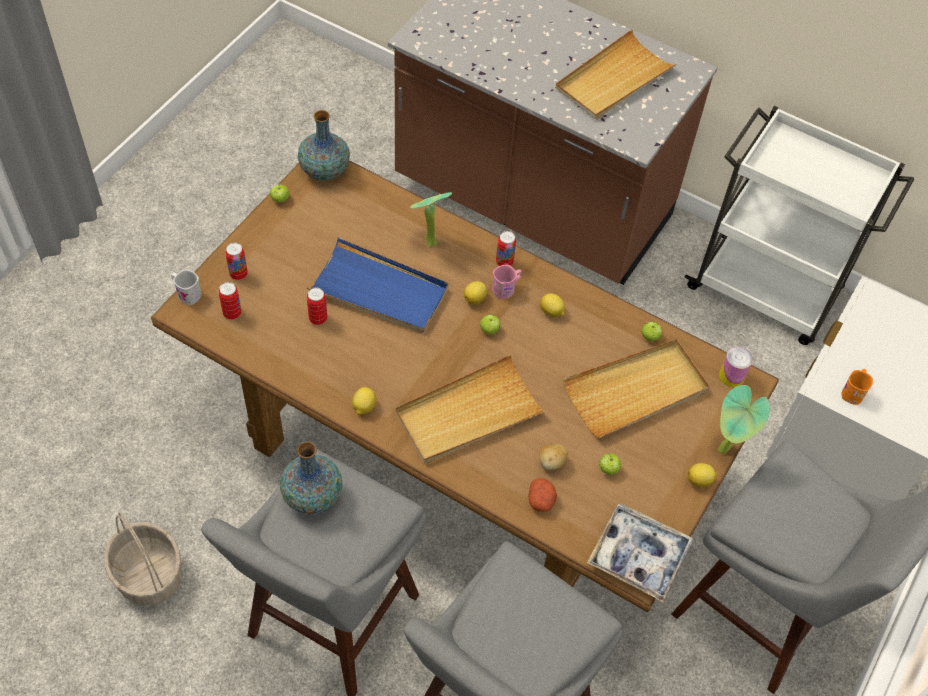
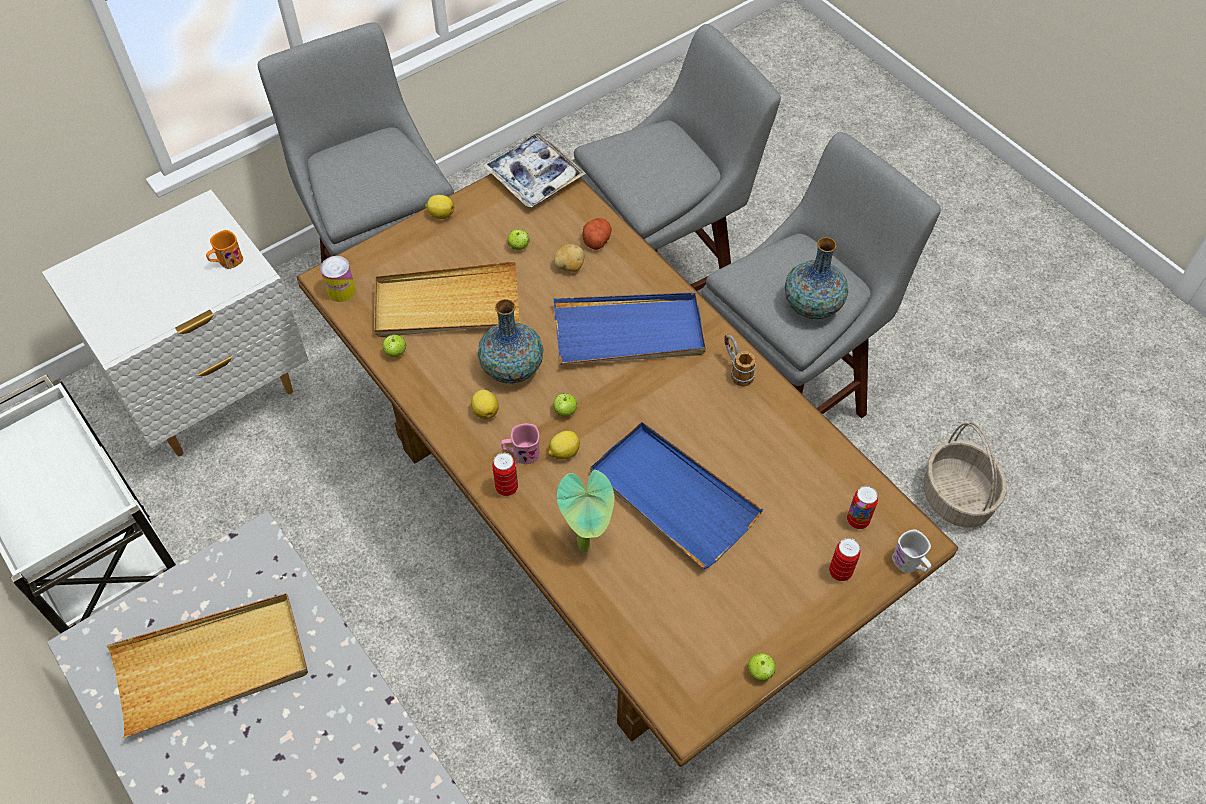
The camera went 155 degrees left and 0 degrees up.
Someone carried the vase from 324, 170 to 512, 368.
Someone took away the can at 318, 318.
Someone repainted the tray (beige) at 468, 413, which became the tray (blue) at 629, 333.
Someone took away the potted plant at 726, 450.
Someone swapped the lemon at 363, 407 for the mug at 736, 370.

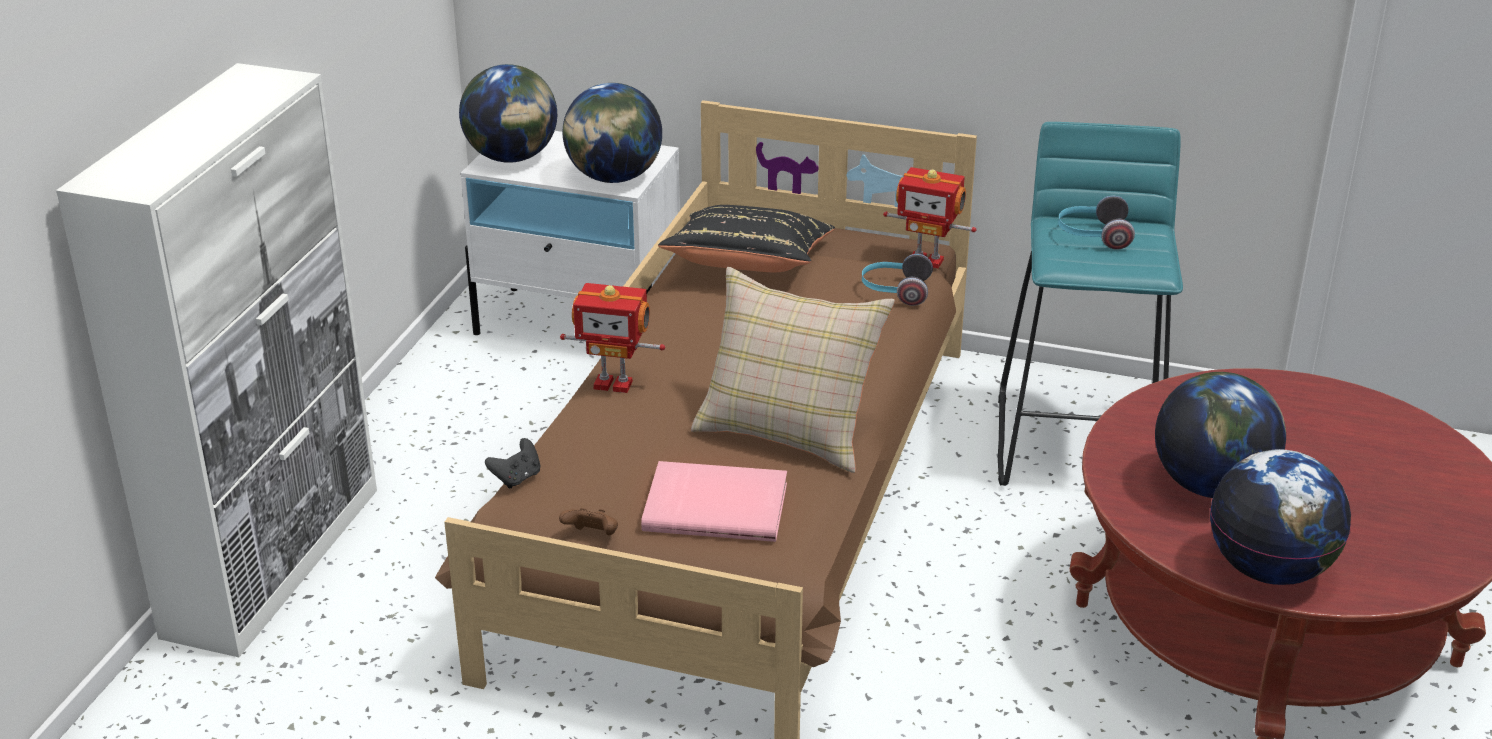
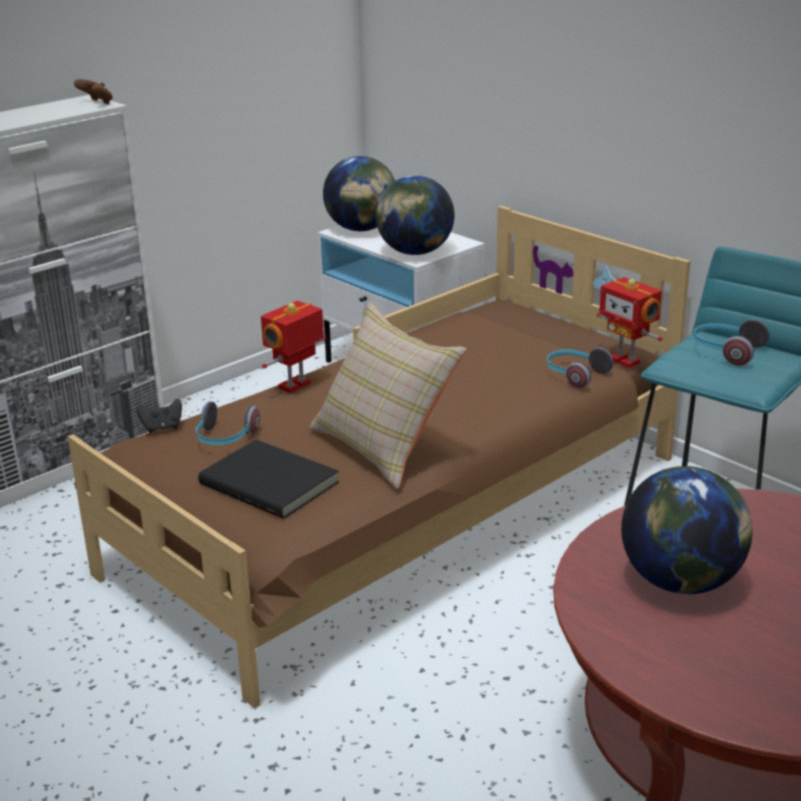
The camera went 30 degrees right and 5 degrees down.
Someone took away the pillow (black) at 748, 266.
Someone rotated the toy robot at 613, 383 by 90 degrees clockwise.
Someone took away the globe at 1270, 570.
Someone repainted the book (pink) at 716, 505, which became the book (black) at 270, 482.
Someone carried the game controller (brown) from 592, 536 to 96, 103.
Someone put down the headphones at 225, 439.

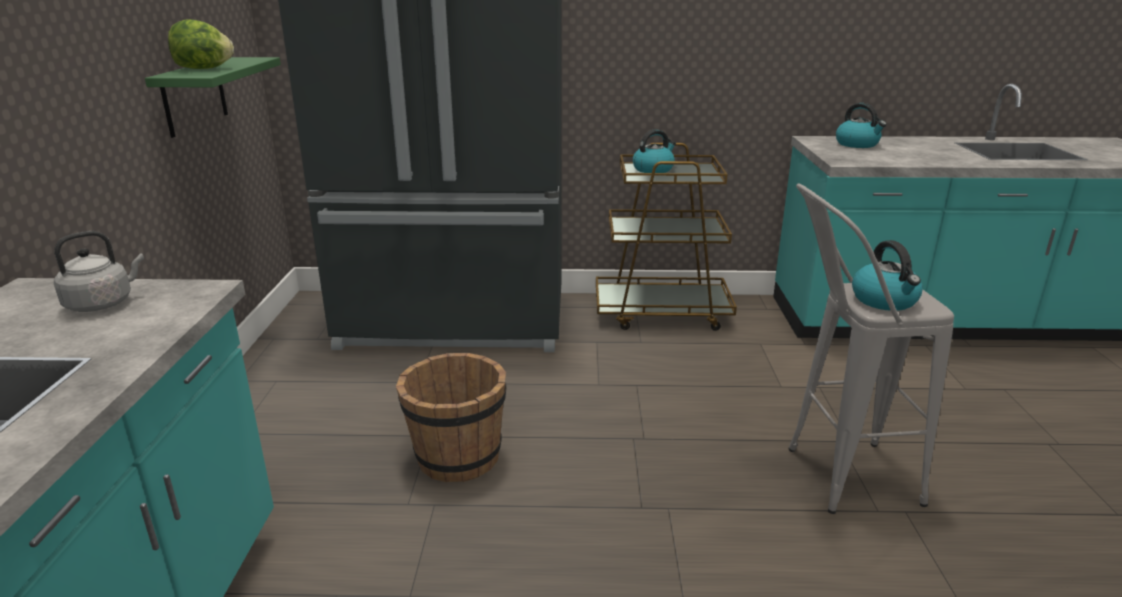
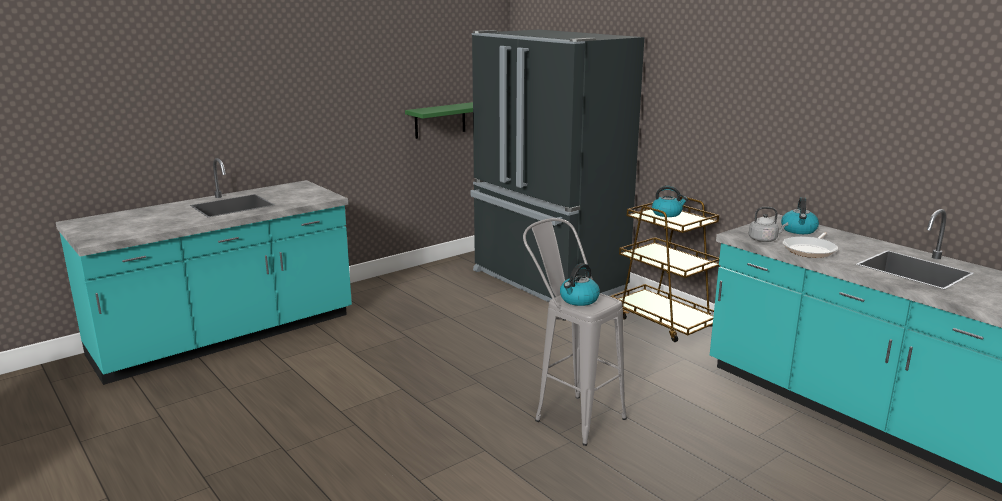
The camera went 50 degrees right and 5 degrees down.
Someone took away the lettuce at 204, 68.
Someone carried the kettle (grey) from 103, 303 to 764, 240.
Someone took away the bucket (brown) at 457, 457.
Someone put down the frying pan at 810, 250.

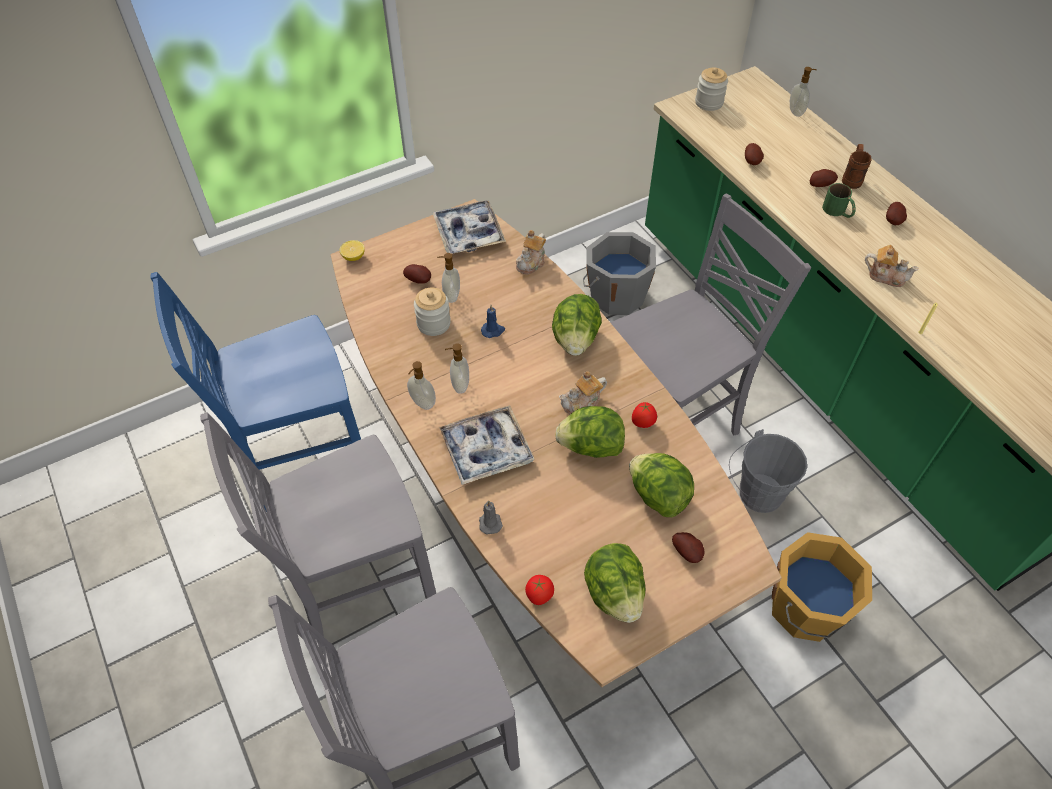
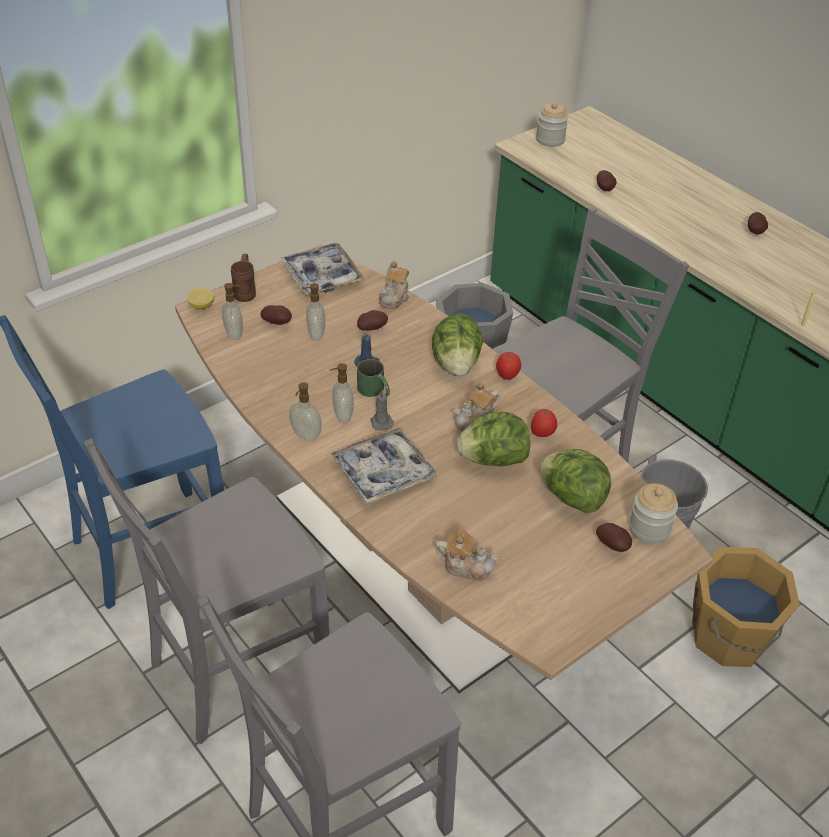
The camera went 10 degrees left and 10 degrees down.
Someone carried the soap dispenser from 796, 111 to 235, 334.
Someone carried the mug (brown) from 851, 178 to 245, 291.
Someone carried the potato from 820, 185 to 372, 328.
Someone carried the mug (green) from 838, 211 to 375, 391.
Someone carried the teapot from 885, 276 to 466, 566.
Someone carried the jar from 433, 323 to 649, 528.
Someone carried the candle (grey) from 490, 522 to 381, 422.
Someone took away the lettuce at 614, 594.
Someone carried the tomato from 539, 596 to 507, 376.

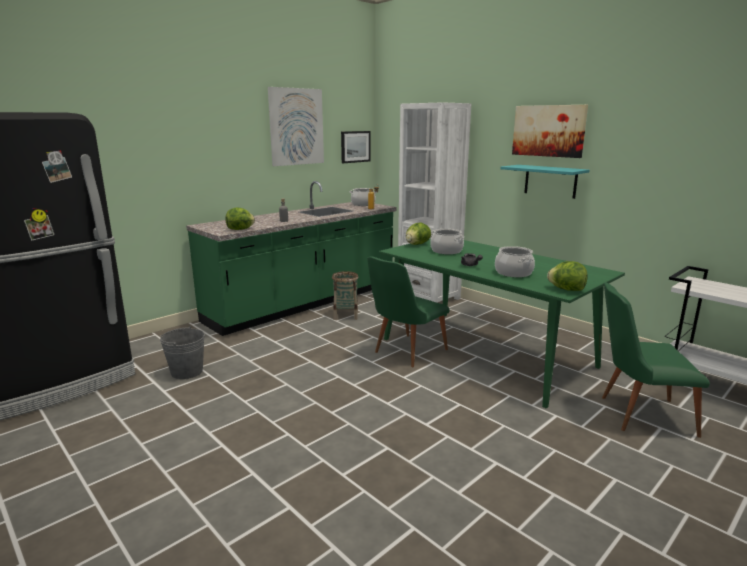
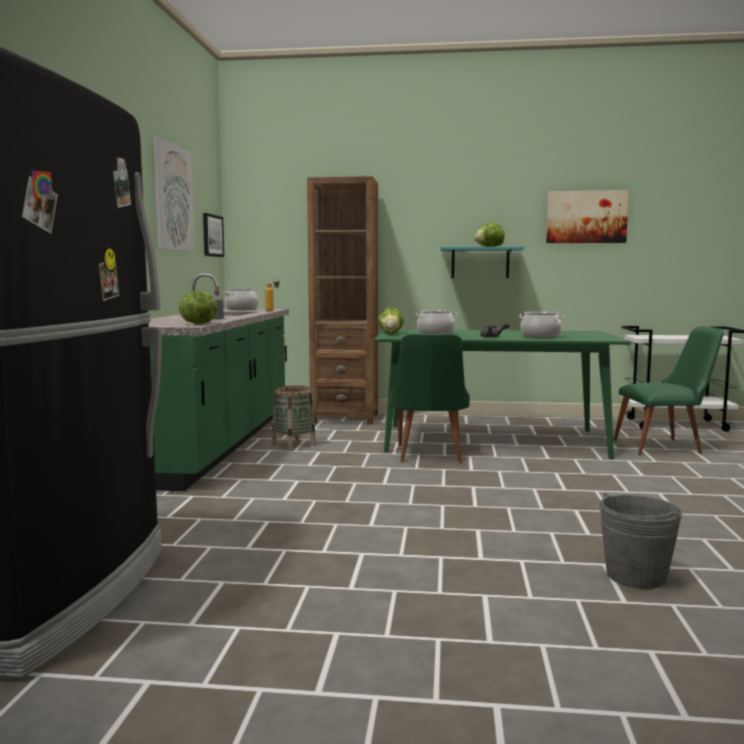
The camera went 40 degrees left and 10 degrees down.
Someone repainted the bookcase (white) at 428, 297, which became the bookcase (brown) at 345, 418.
Someone carried the picture from 548, 131 to 586, 217.
Someone carried the lettuce from 566, 289 to 489, 247.
Someone rotated the chair (green) at 637, 414 by 150 degrees counterclockwise.
Someone carried the bucket (grey) from 187, 371 to 636, 576.

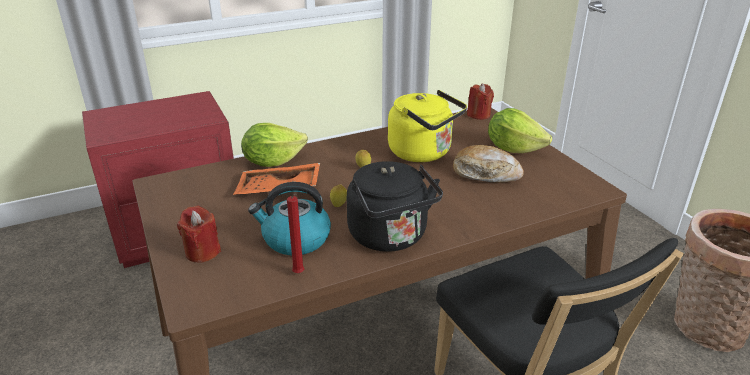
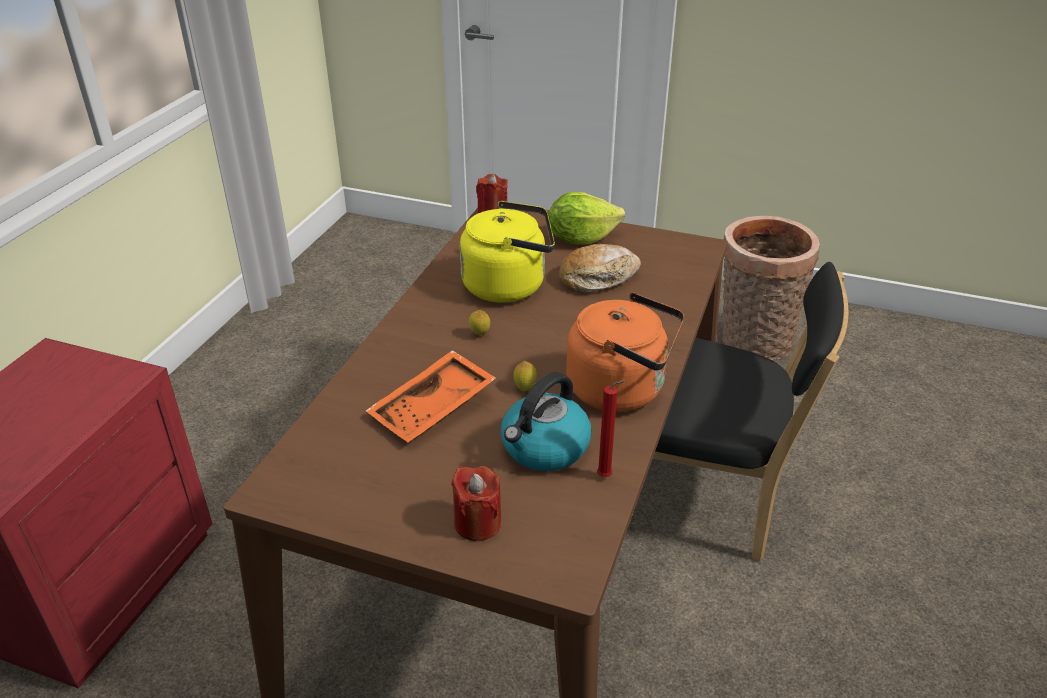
The camera went 45 degrees left and 5 degrees up.
Someone took away the lettuce at 272, 161.
Someone repainted the kettle (black) at 391, 237, which became the kettle (orange) at 622, 389.

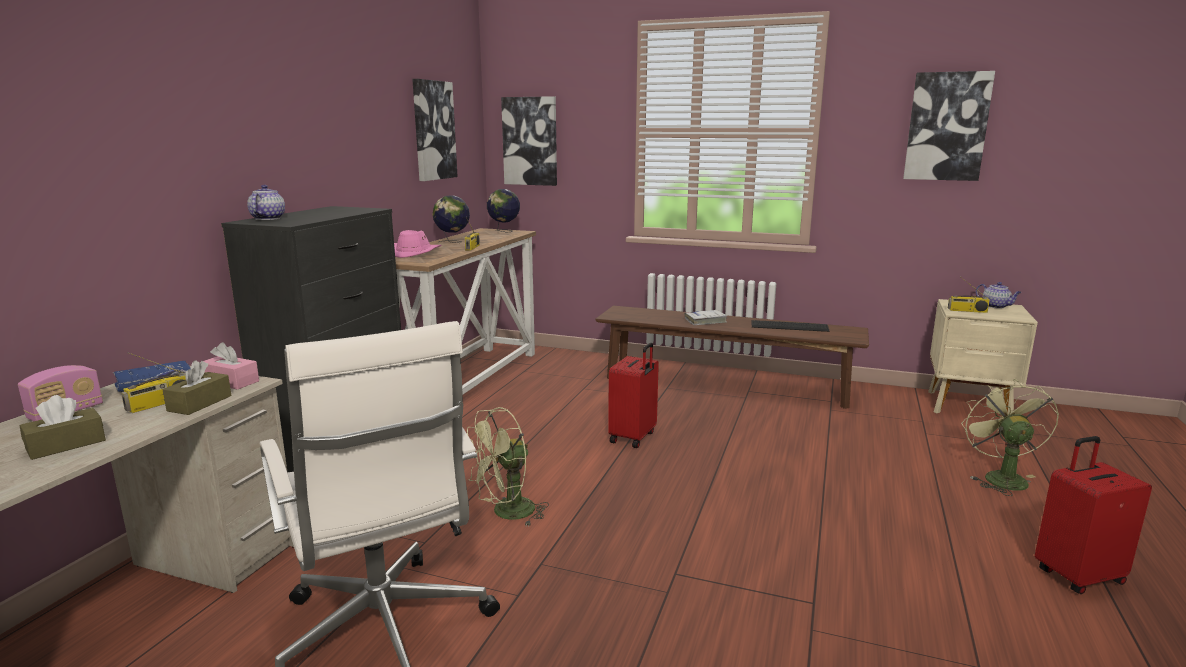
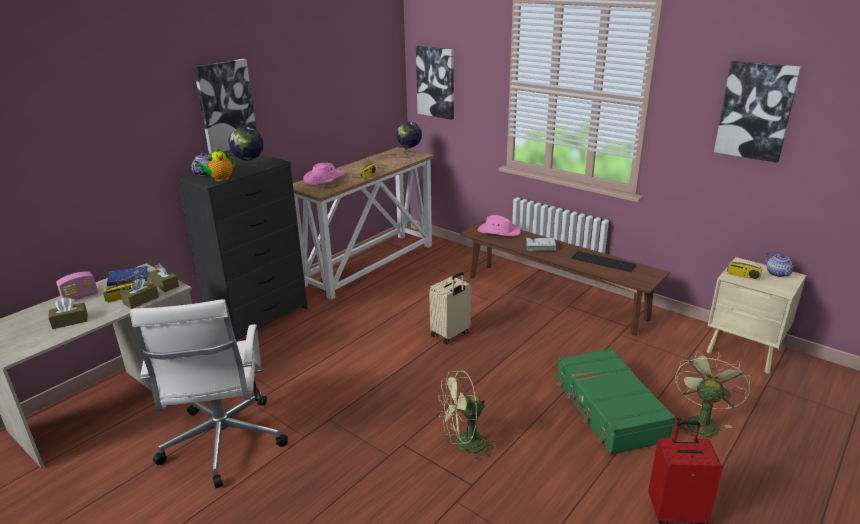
The camera went 20 degrees right and 10 degrees up.
Someone carried the picture from 433, 130 to 225, 106.
Someone carried the globe from 452, 242 to 250, 168.
Someone repainted the tissue box (pink) at 231, 382, which became the tissue box (brown) at 165, 285.
Someone repainted the suitcase (red) at 634, 437, which became the suitcase (beige) at 450, 334.
Someone carried the fan (green) from 506, 513 to 464, 445.
Someone put down the teapot at 220, 179.
Someone put down the hat (pink) at 498, 231.
Someone put down the suitcase (green) at 608, 410.

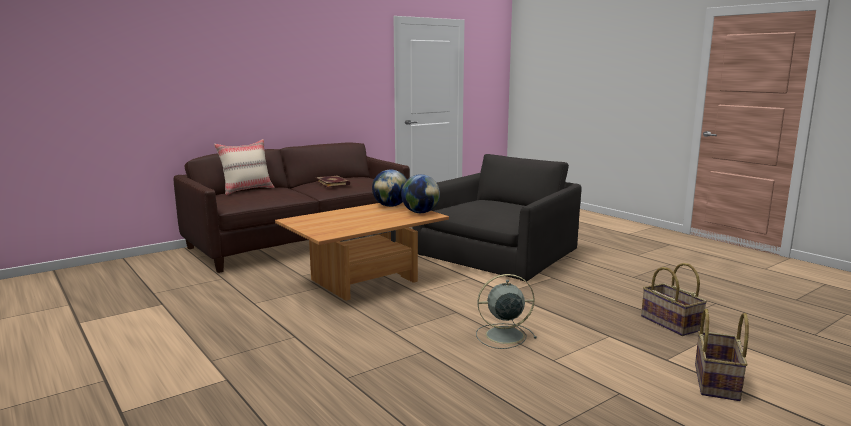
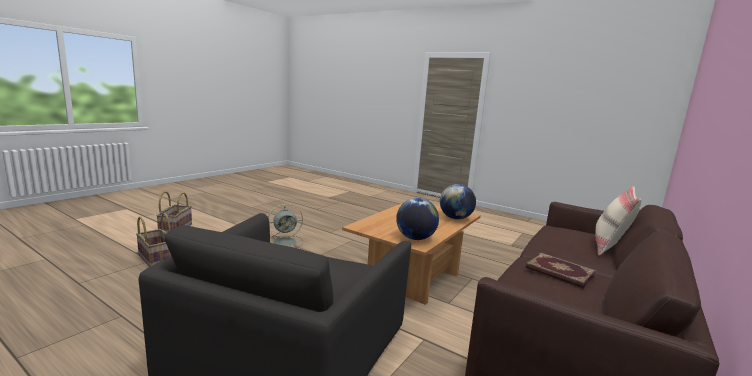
The camera went 160 degrees right and 0 degrees up.
Someone carried the globe from 420, 212 to 455, 218.

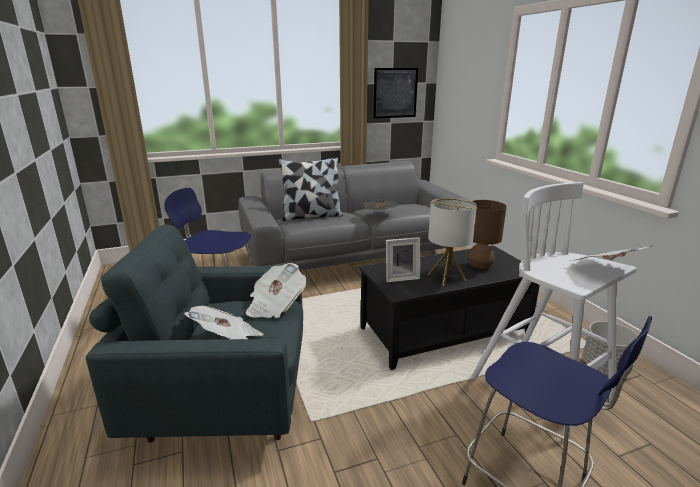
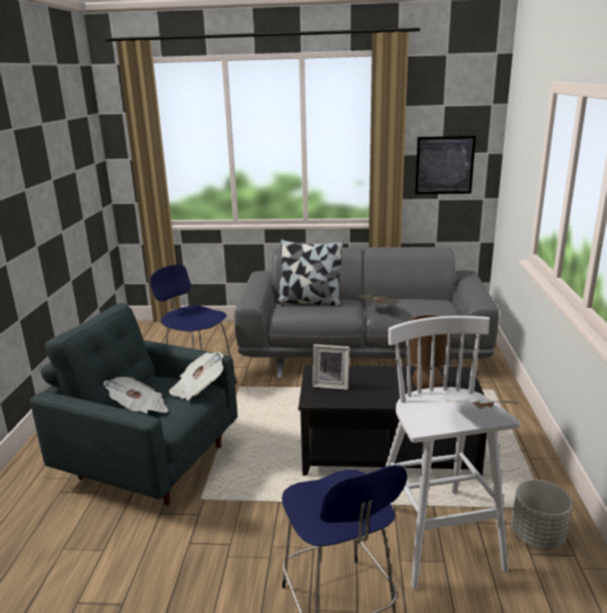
The camera went 25 degrees right and 0 degrees up.
Someone took away the table lamp at 447, 277.

